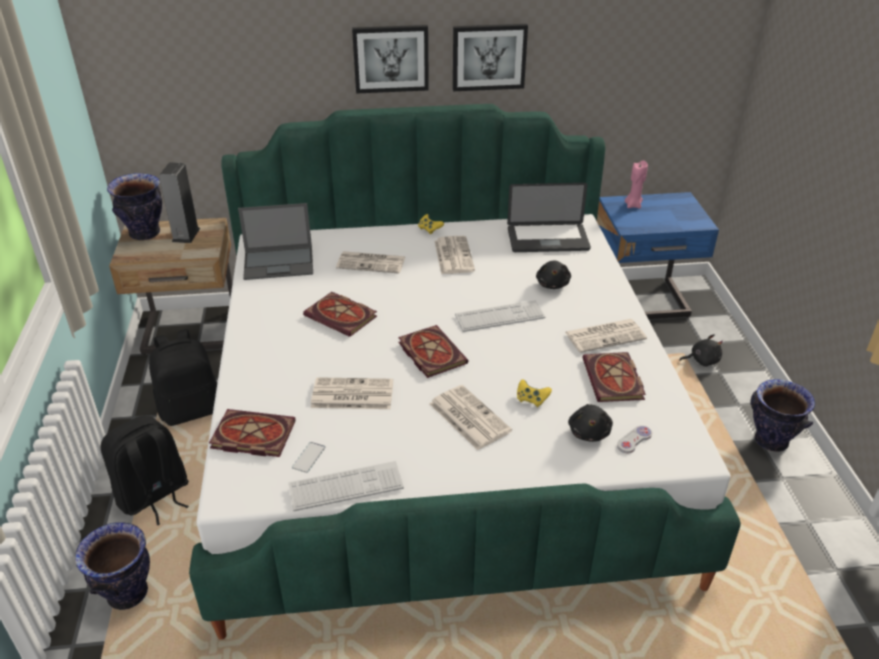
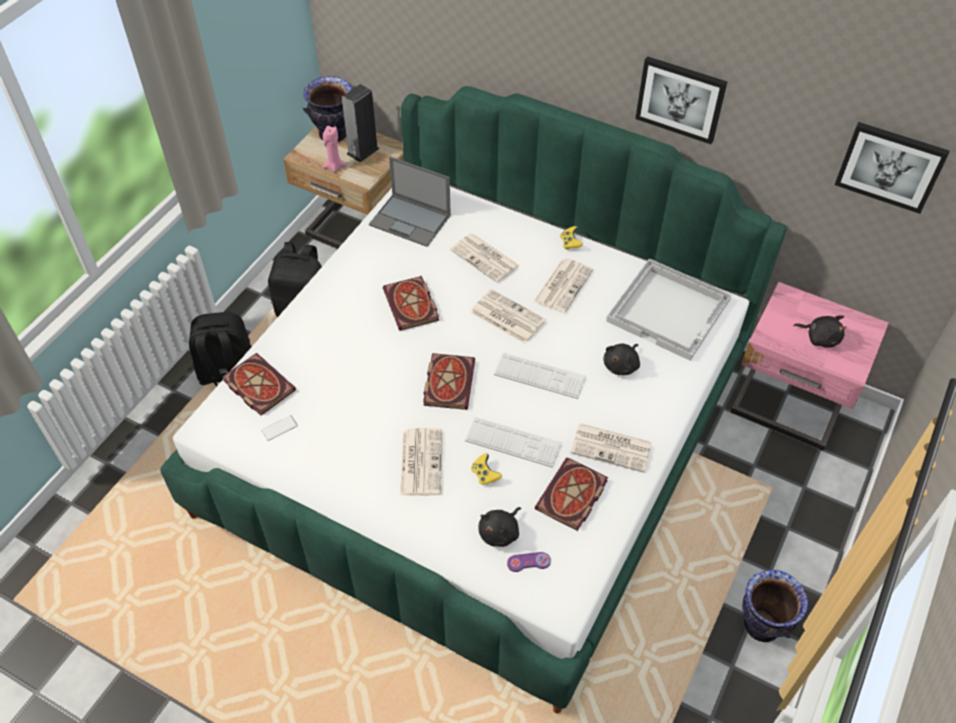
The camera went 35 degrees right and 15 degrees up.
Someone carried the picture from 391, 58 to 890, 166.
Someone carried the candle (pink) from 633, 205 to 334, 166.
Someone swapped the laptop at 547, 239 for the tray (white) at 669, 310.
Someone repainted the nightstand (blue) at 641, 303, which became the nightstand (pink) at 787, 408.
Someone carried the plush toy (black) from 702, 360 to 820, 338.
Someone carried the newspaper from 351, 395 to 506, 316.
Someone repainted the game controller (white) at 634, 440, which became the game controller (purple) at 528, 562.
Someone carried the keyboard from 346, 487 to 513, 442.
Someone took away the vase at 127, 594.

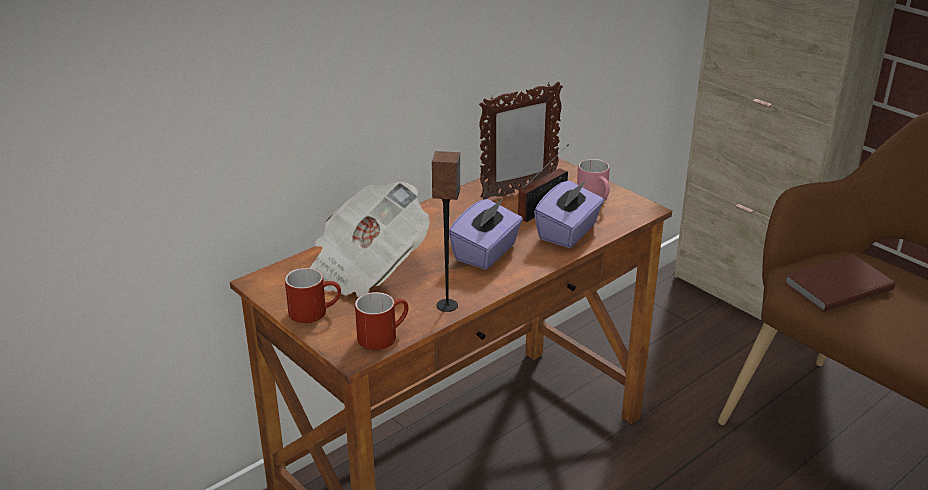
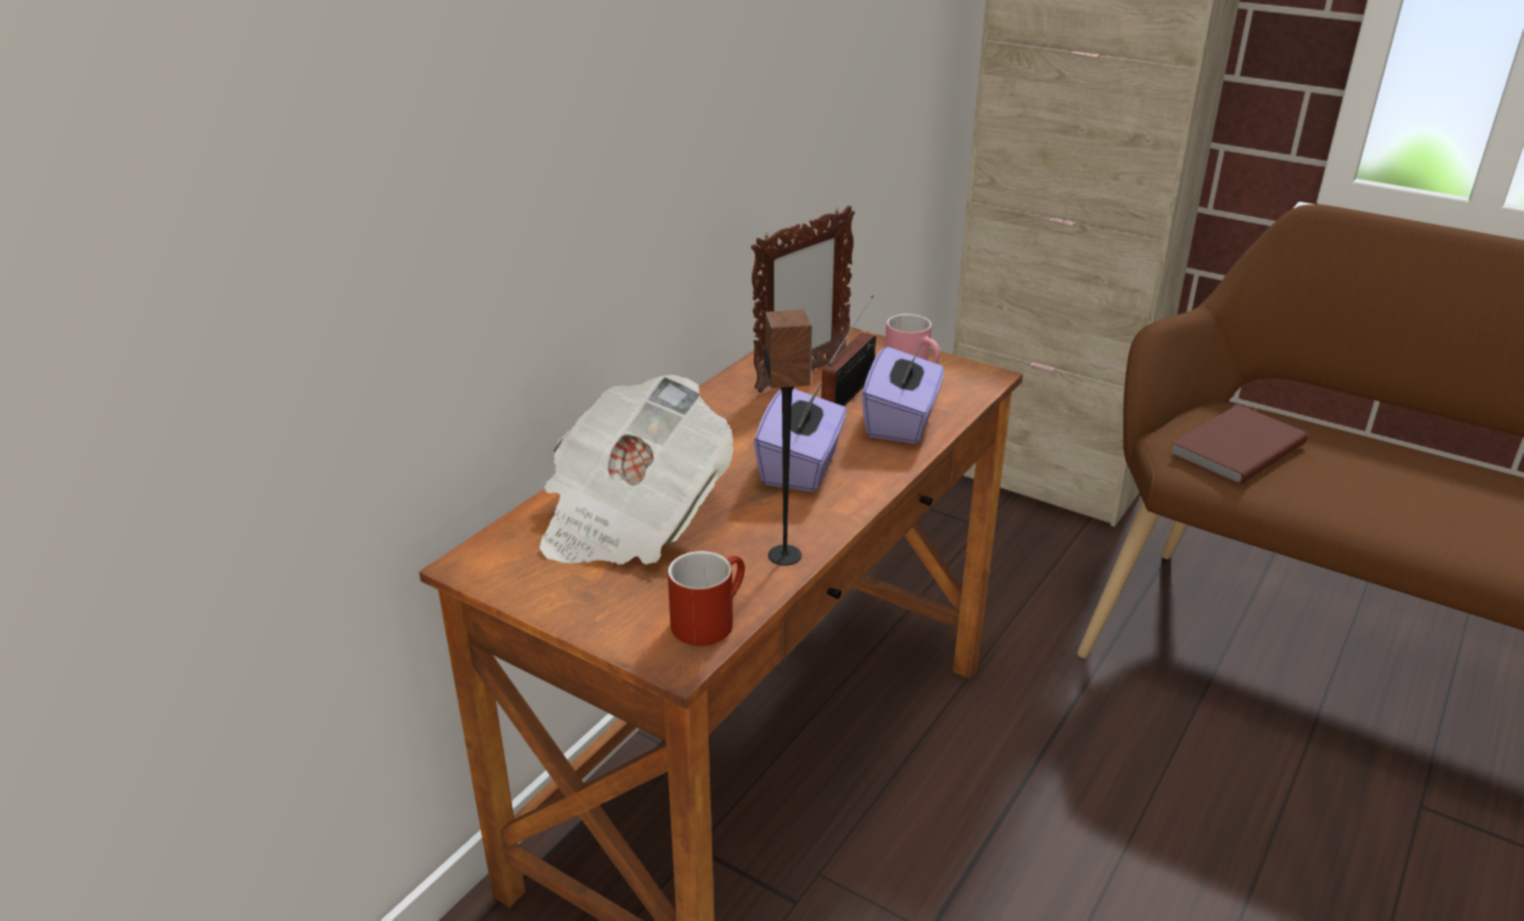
The camera went 15 degrees left and 0 degrees up.
Someone took away the mug (red) at 315, 311.

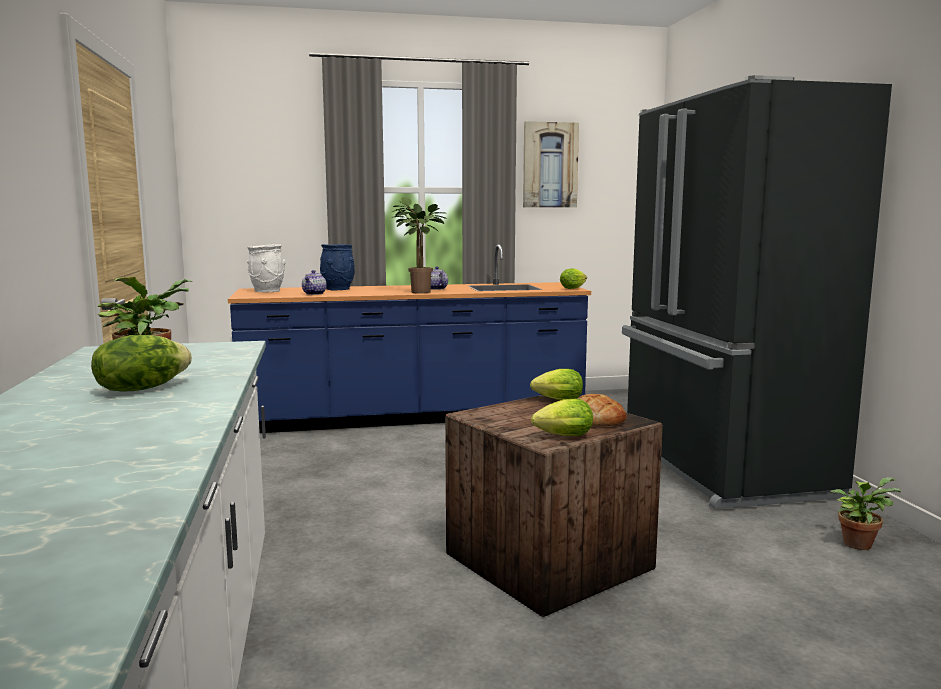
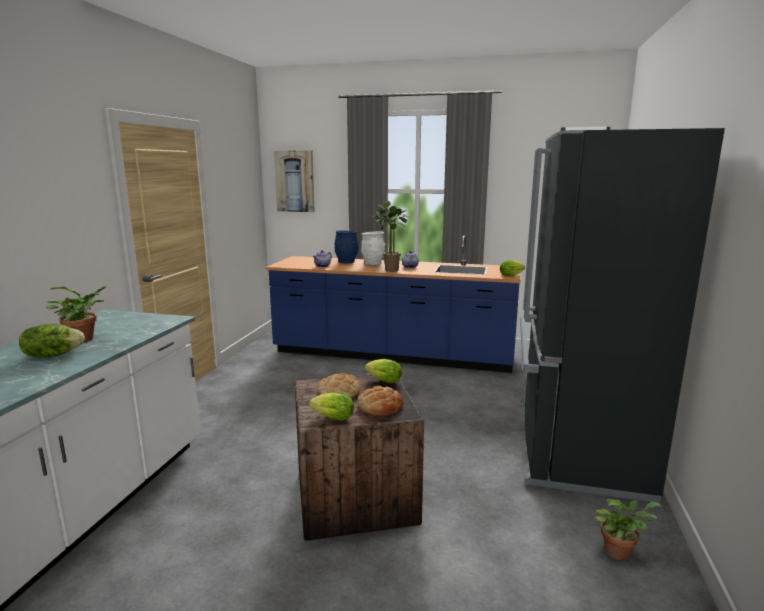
The camera went 25 degrees right and 5 degrees up.
Someone carried the picture from 550, 165 to 294, 181.
Someone carried the vase (white) from 267, 291 to 373, 263.
Someone put down the bread at 339, 392.

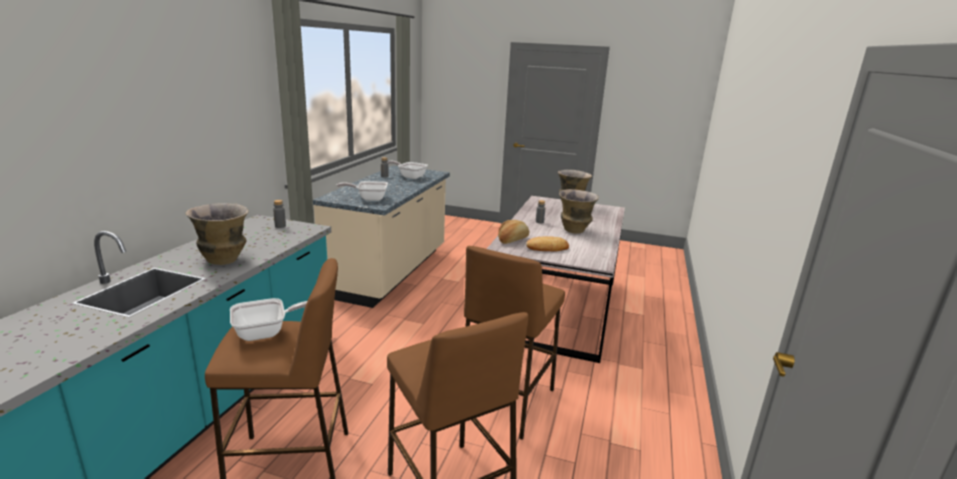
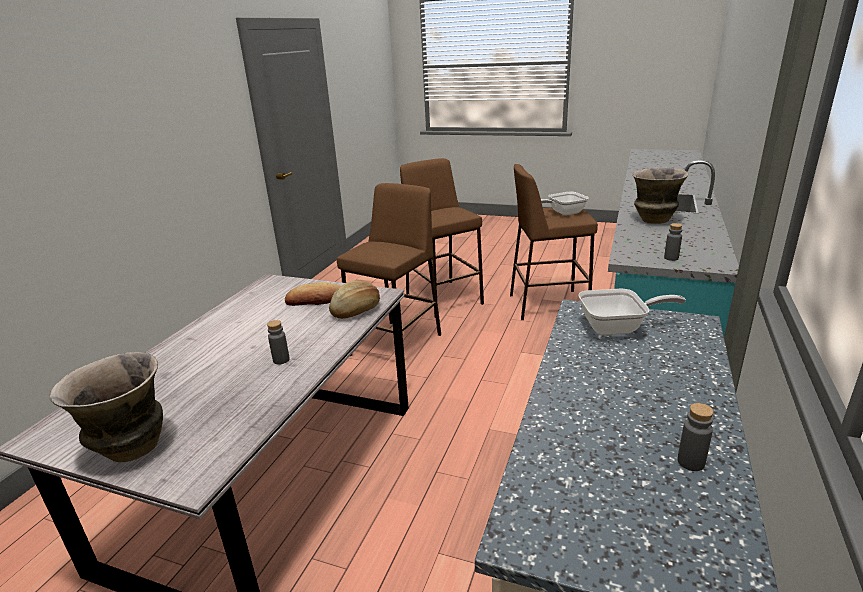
The camera went 175 degrees left and 5 degrees up.
Someone took away the frying pan at 410, 176.
Someone took away the vase at 575, 231.

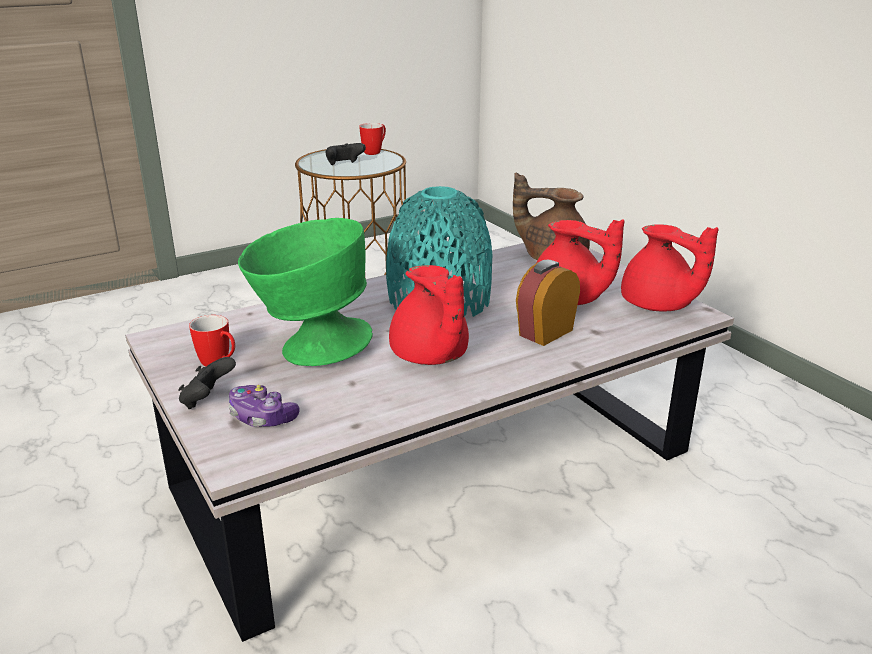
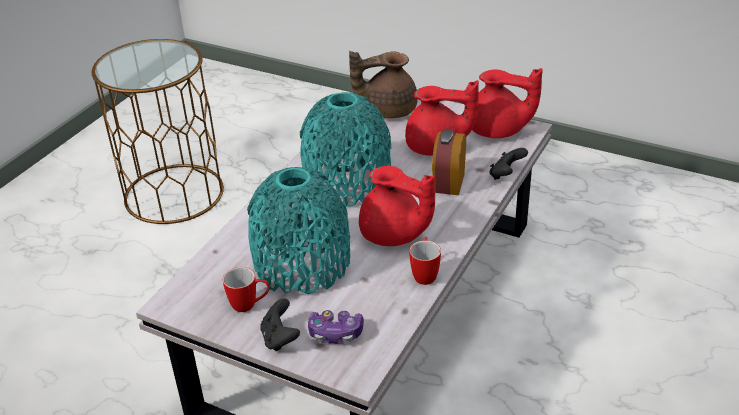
The camera went 30 degrees left and 10 degrees up.
Someone carried the mug from 375, 152 to 425, 274.
Someone carried the game controller (black) from 344, 165 to 506, 175.
Someone swapped the bowl (green) at 310, 349 for the vase (turquoise) at 302, 264.

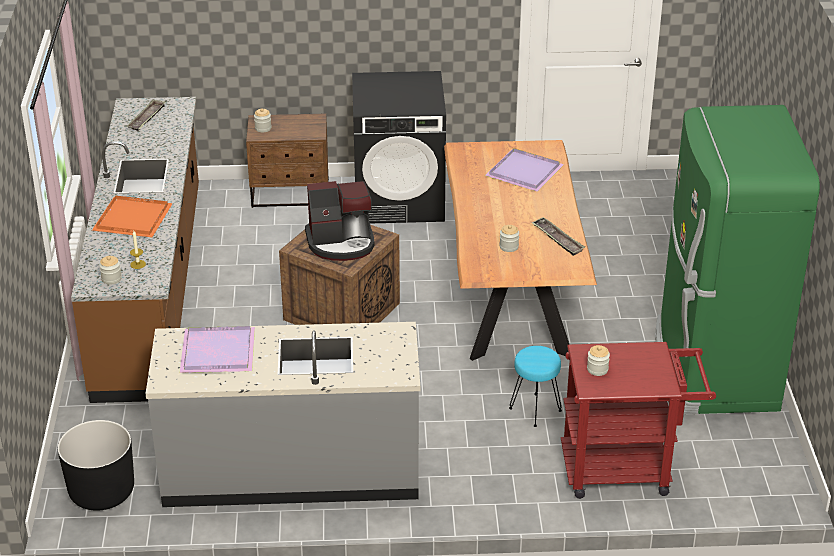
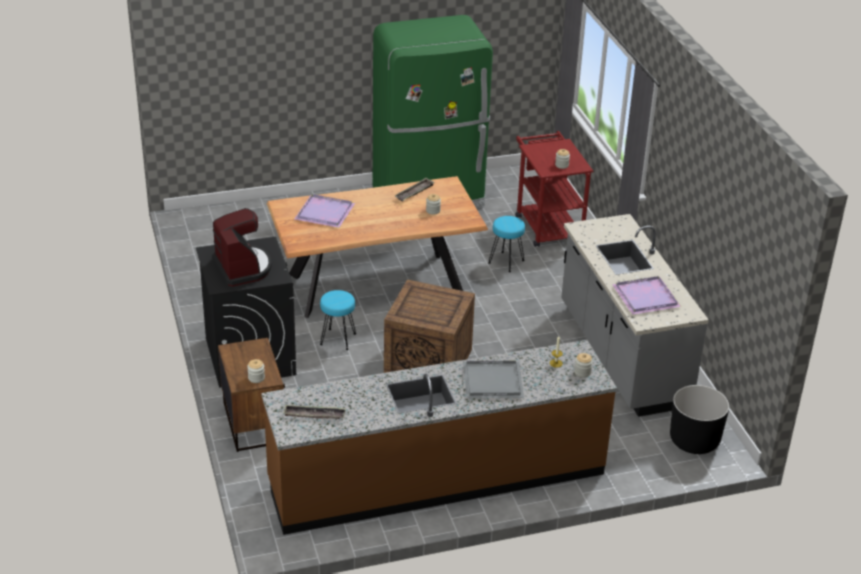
The camera went 105 degrees left and 0 degrees up.
Someone carried the coffee machine from 341, 243 to 243, 268.
Someone repainted the tray (orange) at 132, 218, which became the tray (grey) at 491, 382.
Someone put down the stool (turquoise) at 338, 339.

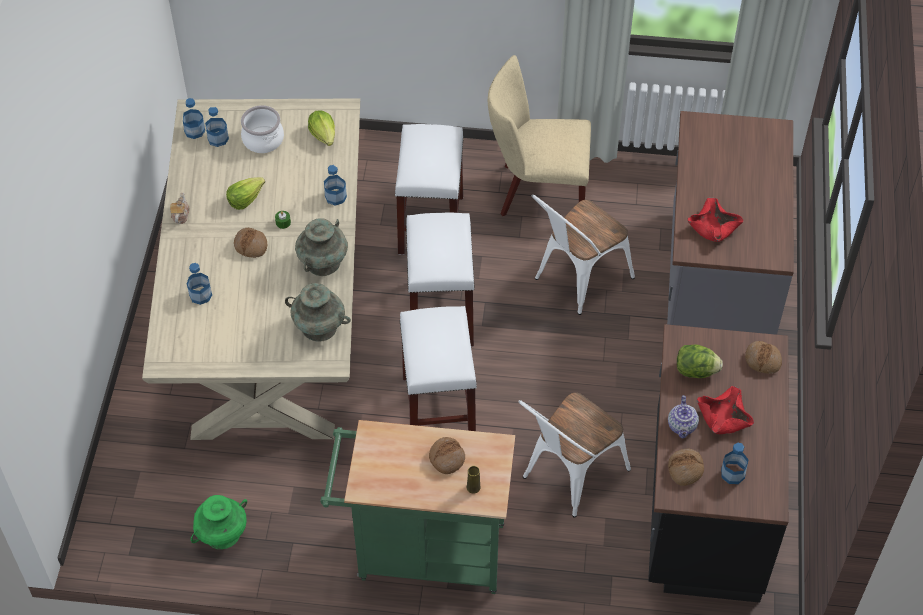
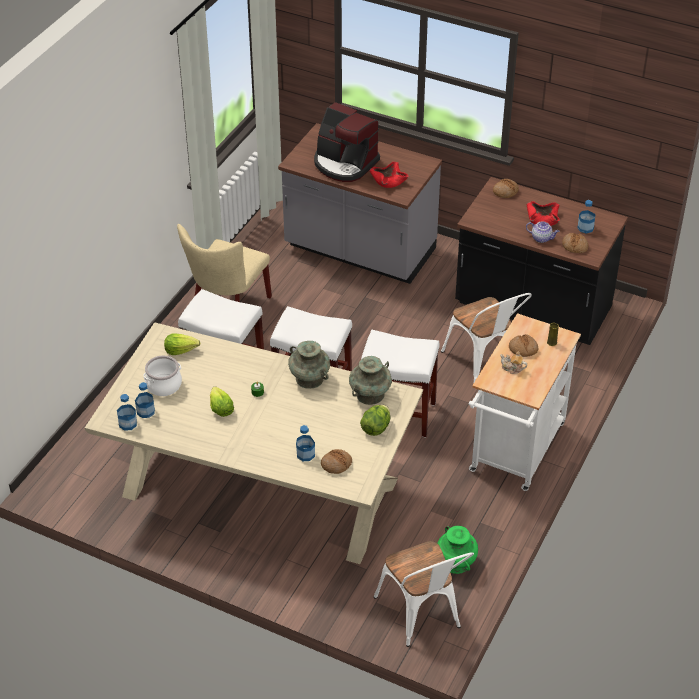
The camera went 70 degrees left and 10 degrees down.
Someone took away the bottle at 335, 197.
Someone carried the teapot from 180, 215 to 512, 368.
Someone carried the chair (white) from 576, 280 to 422, 616.
Someone carried the bread from 251, 246 to 336, 464.
Someone carried the lettuce from 695, 371 to 376, 428.
Someone repainted the cart (green) at 422, 551, which became the cart (white) at 515, 453.
Someone put down the coffee machine at 344, 163.

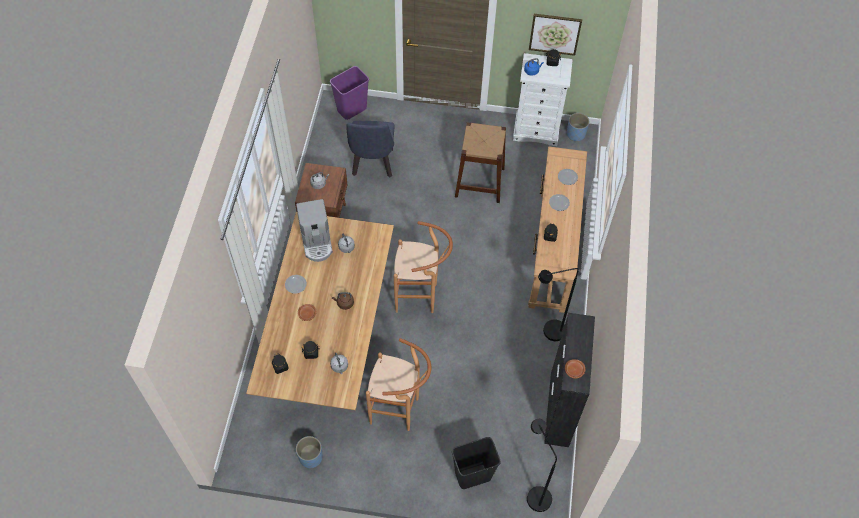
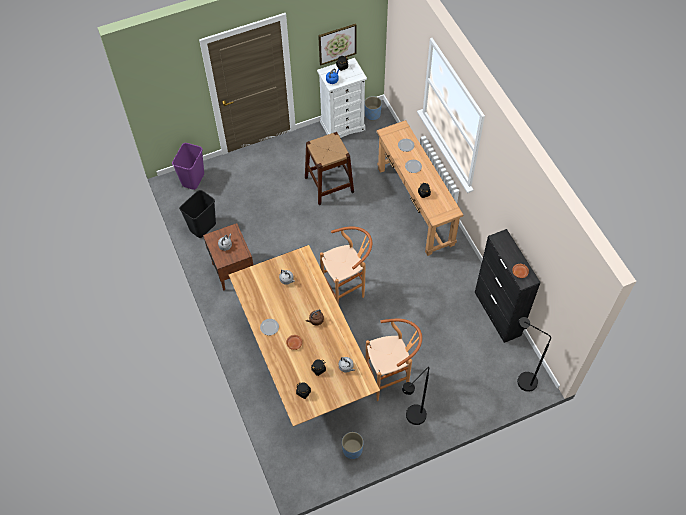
The camera went 30 degrees left and 0 degrees up.
Someone took away the chair (blue) at 373, 165.
Someone took away the coffee machine at 317, 242.
Someone carried the floor lamp (black) from 548, 333 to 412, 420.
Someone carried the trash can (black) from 472, 476 to 203, 227.

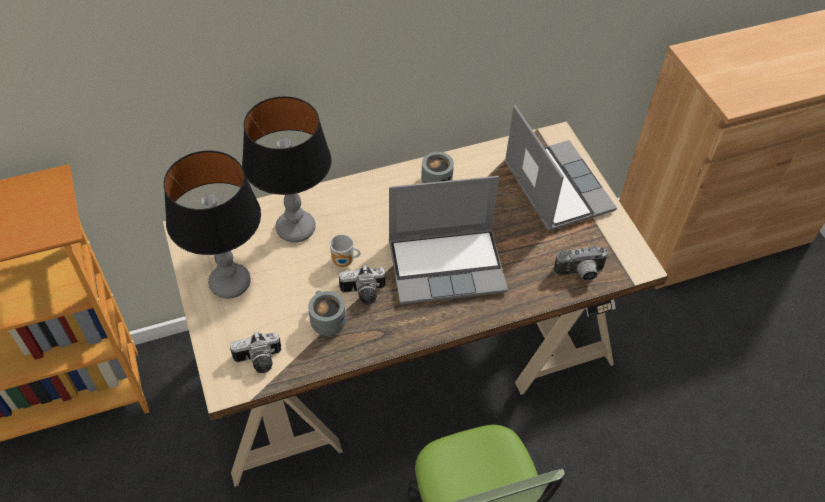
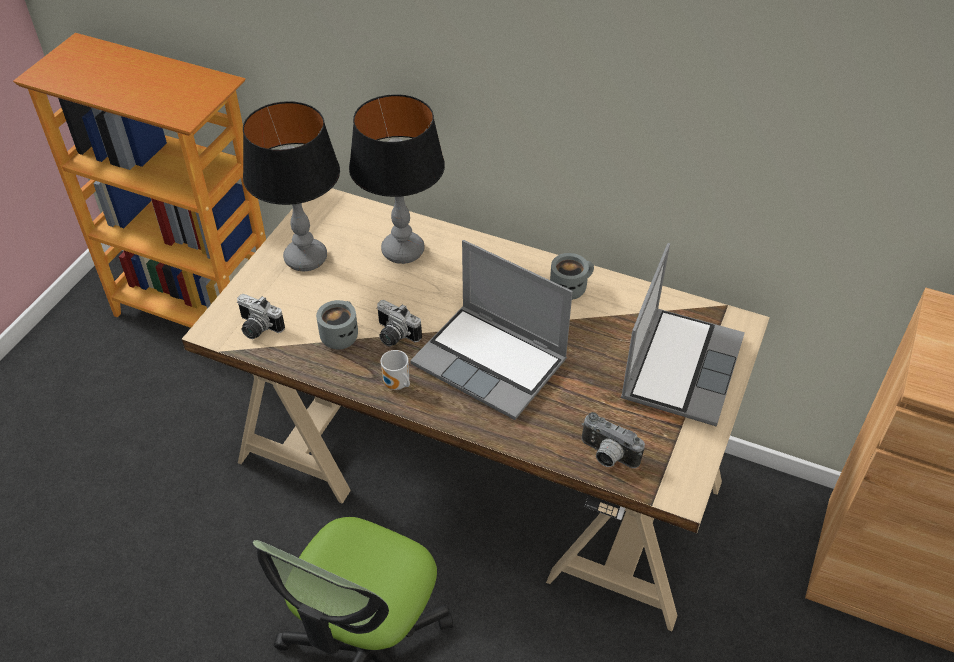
The camera went 45 degrees right and 5 degrees down.
Someone carried the mug from 344, 262 to 396, 385.

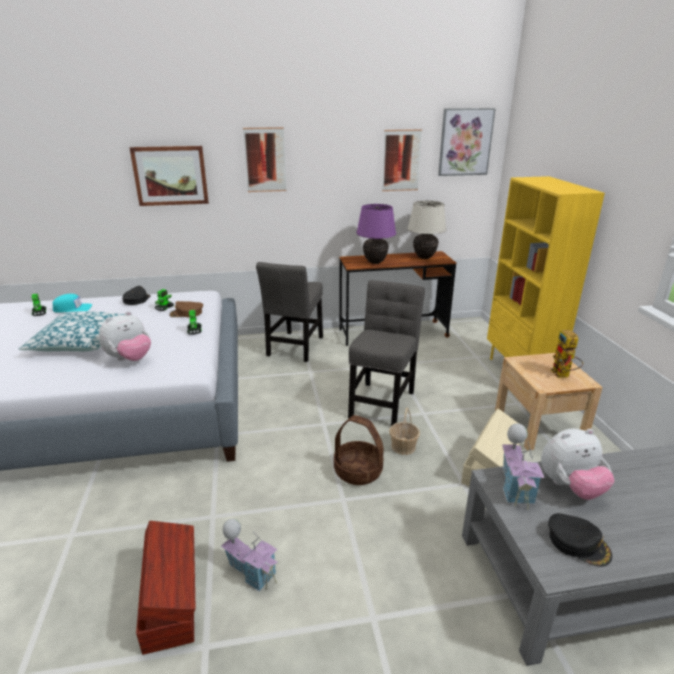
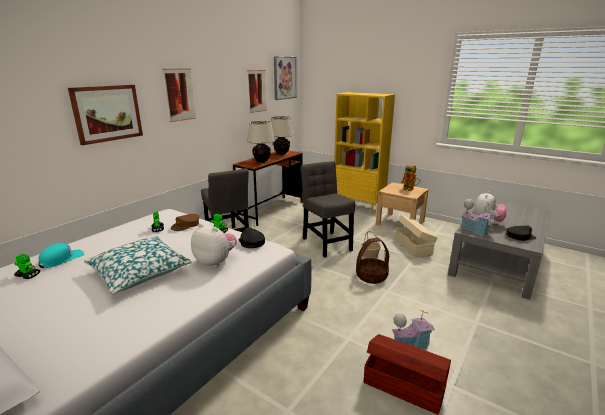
The camera went 45 degrees left and 5 degrees down.
Someone repainted the table lamp (purple) at 375, 262, which became the table lamp (beige) at 261, 161.
Someone carried the cap (black) from 136, 300 to 251, 242.
Someone rotated the plush toy at 130, 359 by 60 degrees counterclockwise.

